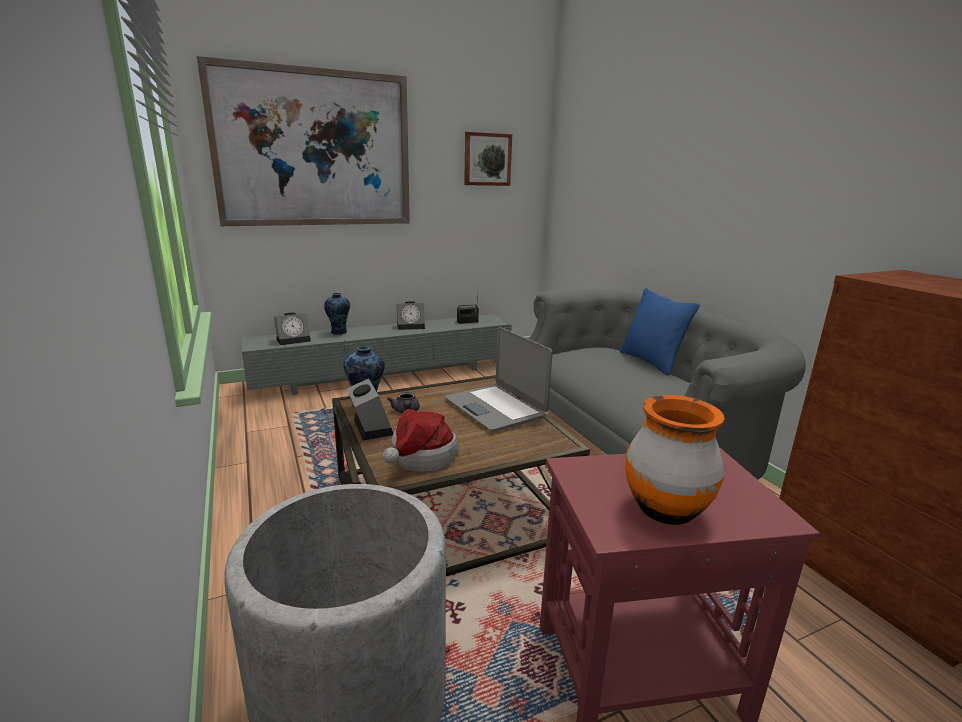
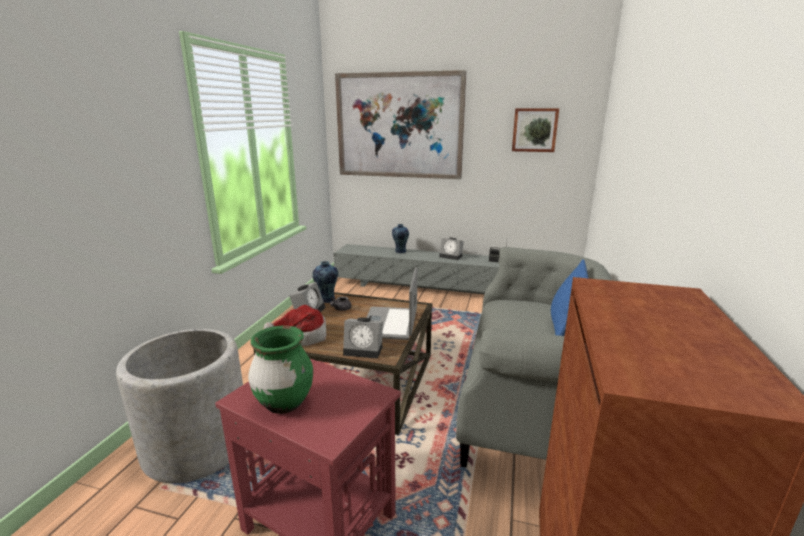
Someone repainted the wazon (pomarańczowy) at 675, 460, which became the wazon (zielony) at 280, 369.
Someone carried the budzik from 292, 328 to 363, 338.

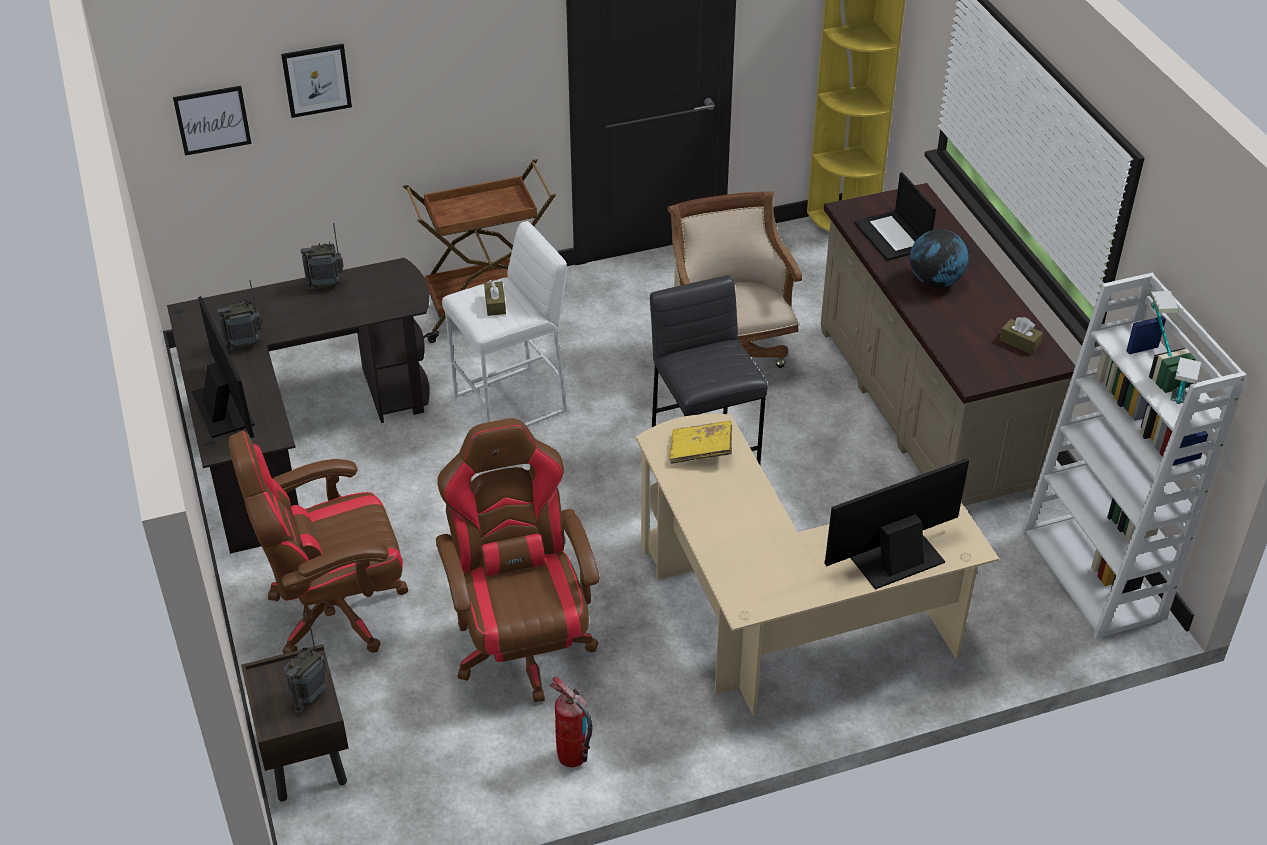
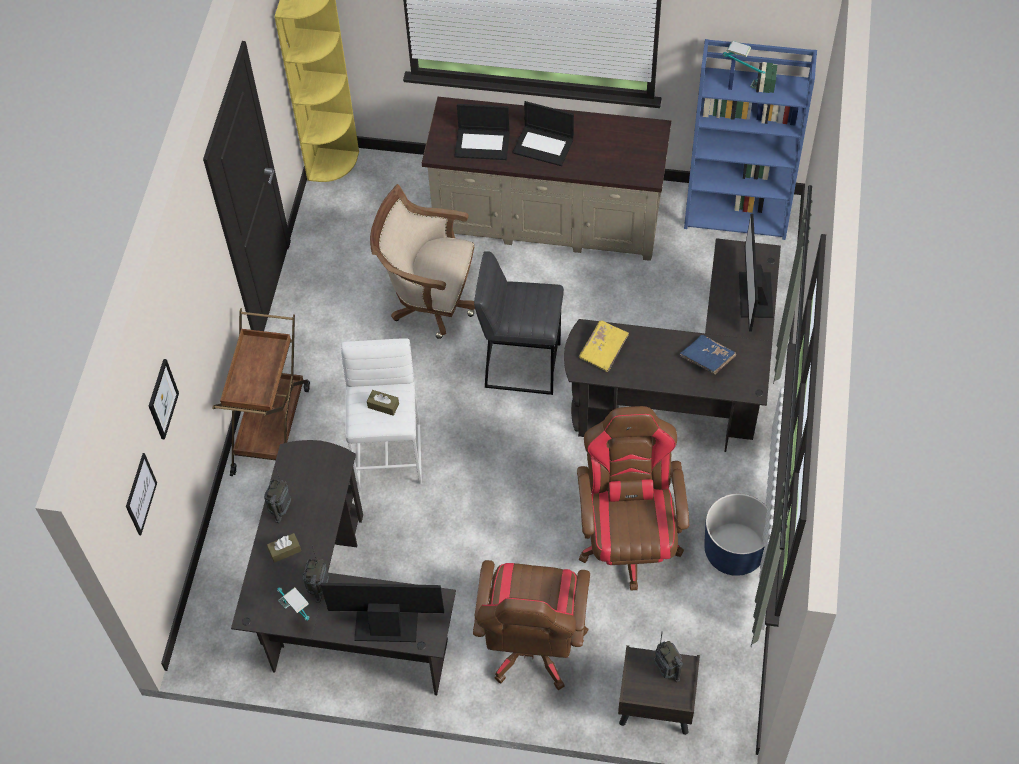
Someone carried the pudełko chusteczek (brązowy) from 1021, 335 to 284, 548.
Someone carried the lampa stołowa from 1185, 380 to 293, 604.
Someone swapped the globus at 939, 258 for the laptop at 543, 133.
Someone repainted the biurko (beżowy) at 817, 565, which became the biurko (czarny) at 672, 345.
Someone rotated the krzesło biurowe (brązowy) at 518, 560 by 75 degrees clockwise.
Someone put down the książka (niebieski) at 708, 355.
Someone repainted the regał (biały) at 1133, 456, which became the regał (niebieski) at 750, 139.
Someone swapped the gaśnica at 571, 722 for the donica (niebieski) at 736, 535.

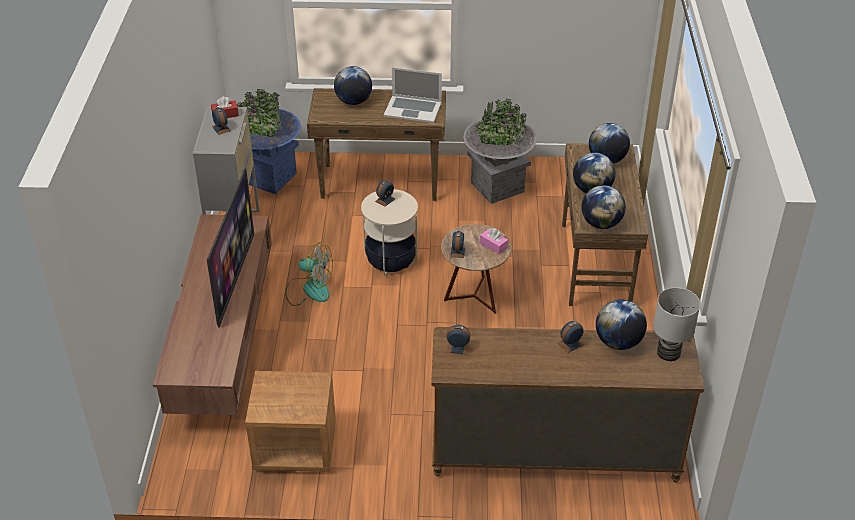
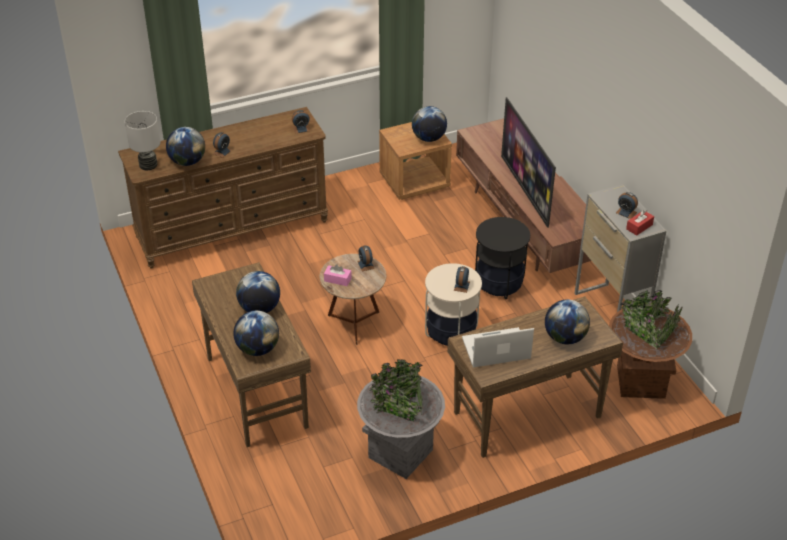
Someone carried the globus from 603, 207 to 429, 124.
Someone swapped the wentylator at 309, 274 for the stolik (czarny) at 502, 258.
Someone repainted the donica (niebieski) at 269, 141, which became the donica (brązowy) at 650, 344.

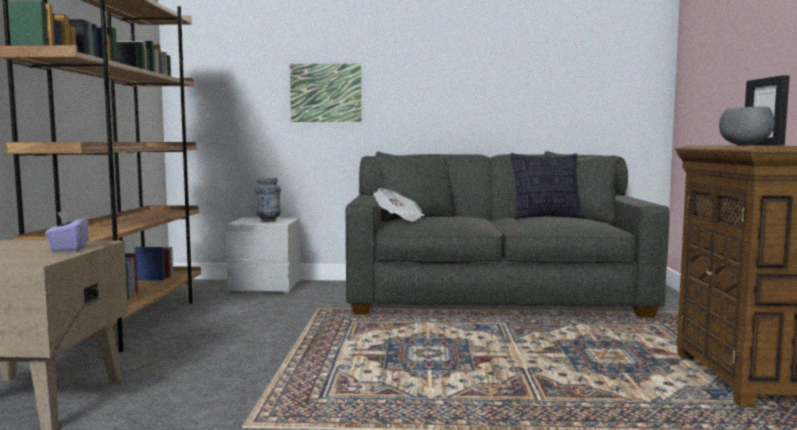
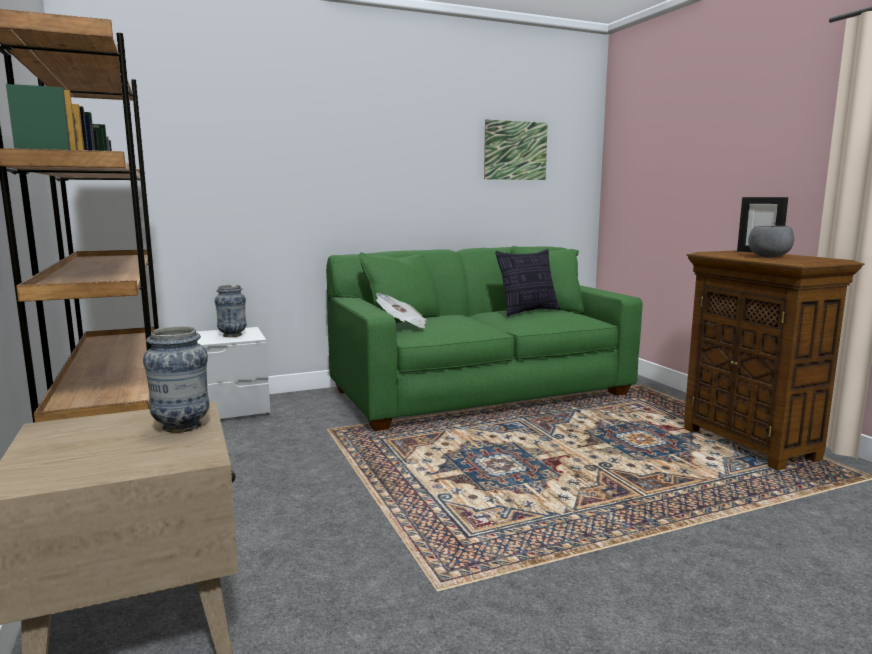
Someone swapped the pudełko chusteczek (fioletowy) at 66, 231 for the wazon at 176, 379.
Someone repainted the kanapa (szary) at 507, 234, which became the kanapa (zielony) at 484, 338.
Someone carried the obraz from 325, 92 to 516, 149.

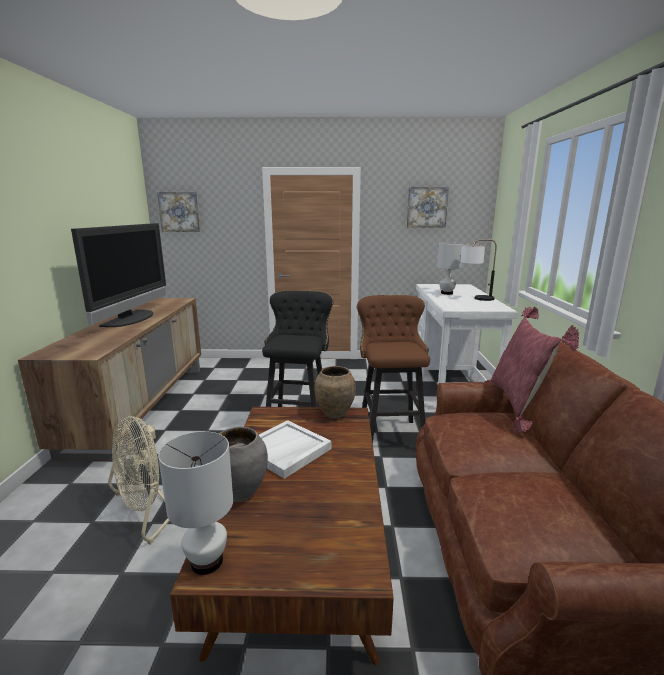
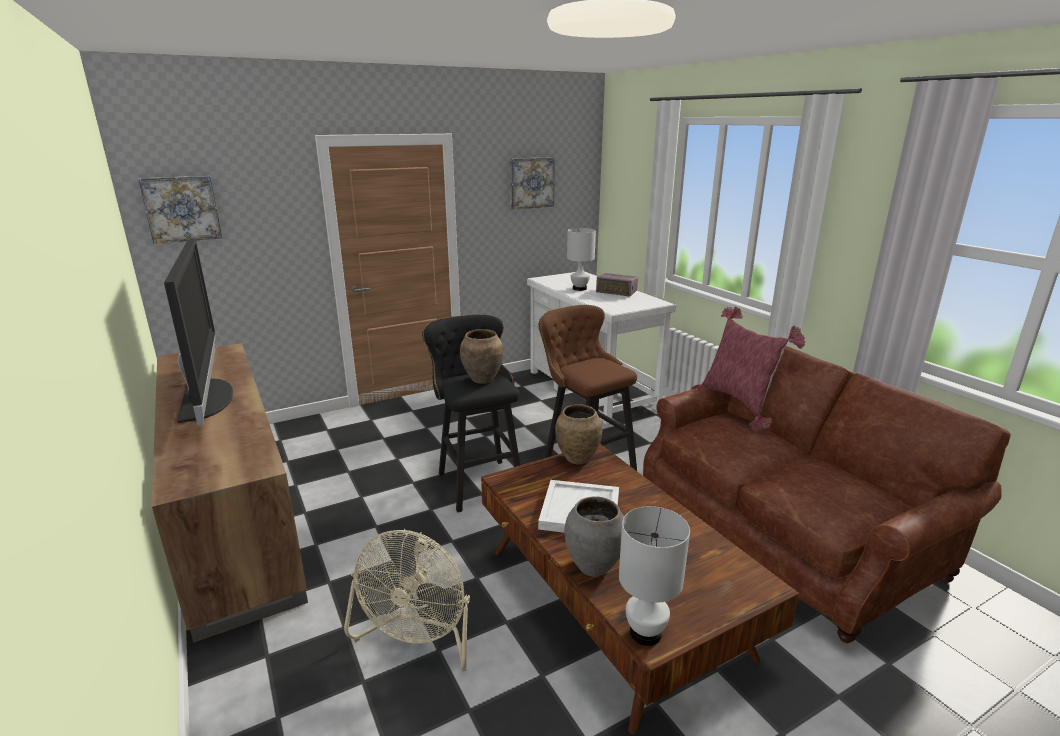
Someone put down the wazon (brązowy) at 481, 356.
Someone swapped the lampa stołowa at 478, 270 for the radio at 617, 284.

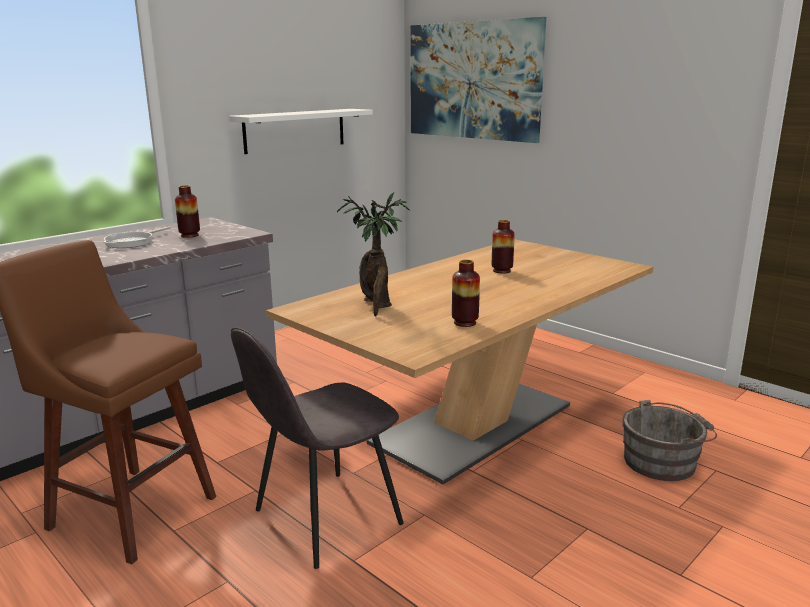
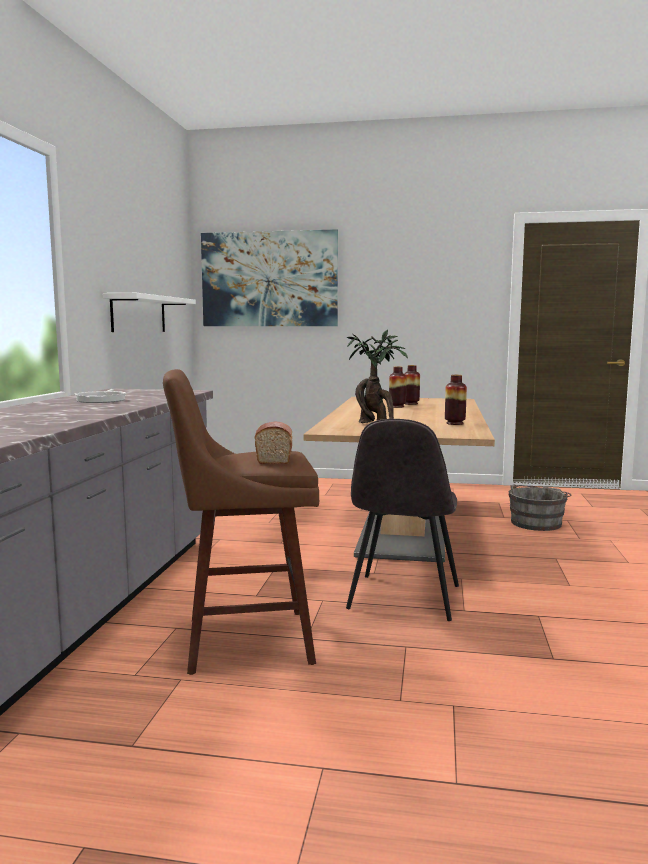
Someone put down the chleb at 273, 443.
Someone carried the wazon from 187, 211 to 412, 385.

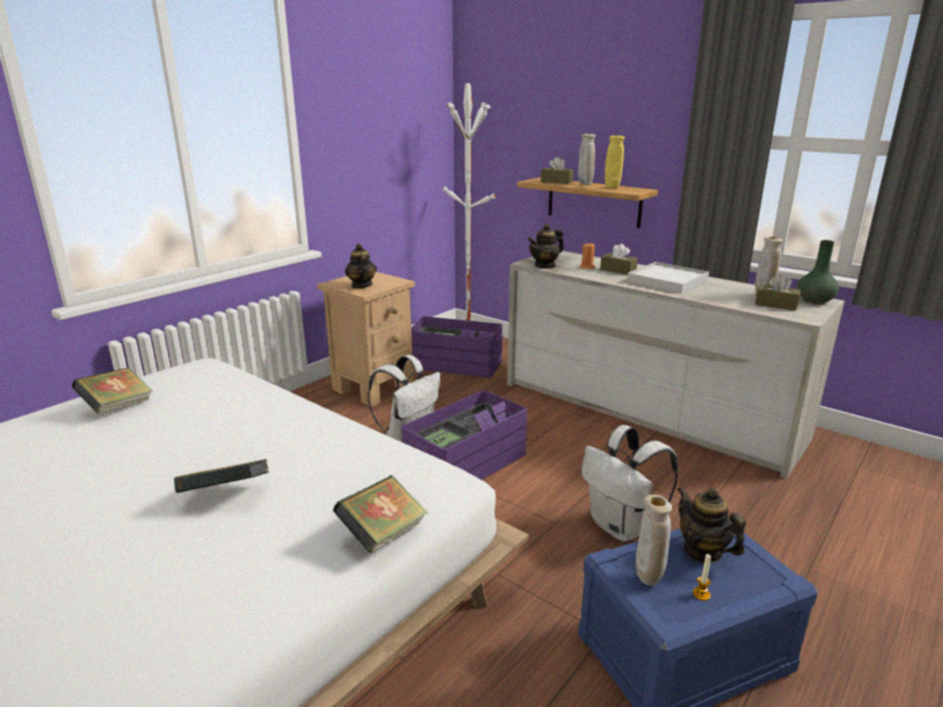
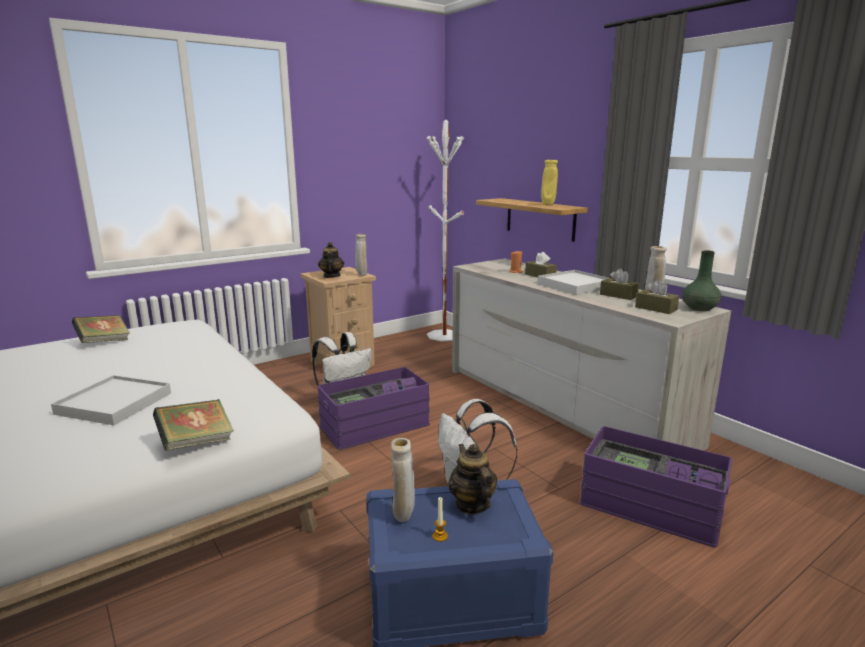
Someone swapped the książka at 221, 476 for the taca (biały) at 111, 400.
Someone carried the wazon (beżowy) from 587, 159 to 361, 255.
Someone carried the pojemnik do przechowywania (fioletowy) from 457, 347 to 655, 486.
Someone carried the pudełko chusteczek (brązowy) from 557, 170 to 619, 284.
Someone took away the imbryk at 546, 246.

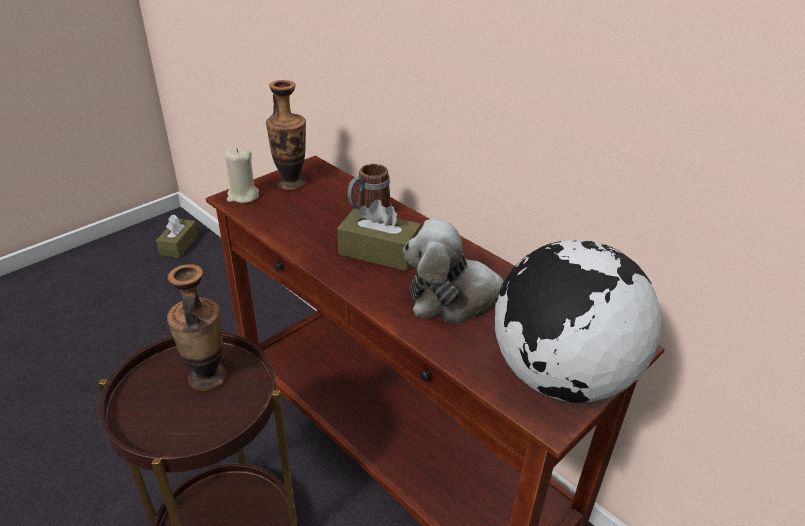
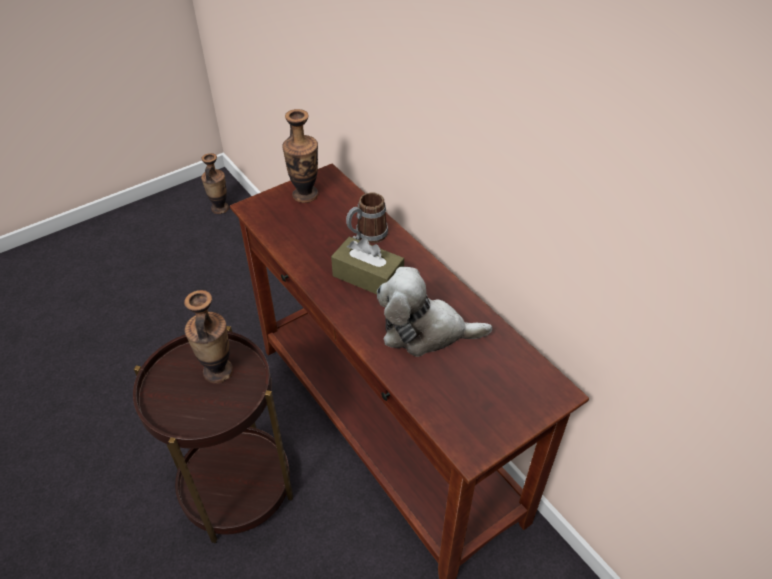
Someone swapped the pudełko chusteczek (brązowy) at 177, 236 for the wazon at 215, 183.
Someone took away the świeca (beżowy) at 242, 175.
Someone took away the globus at 578, 321.

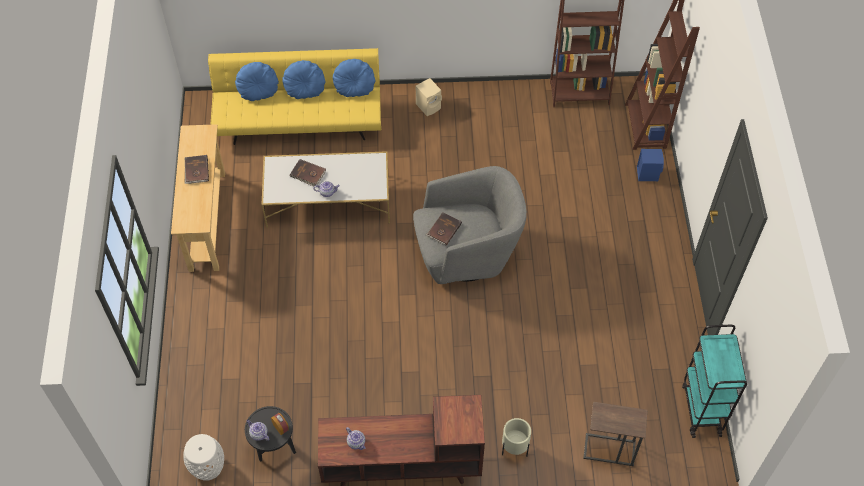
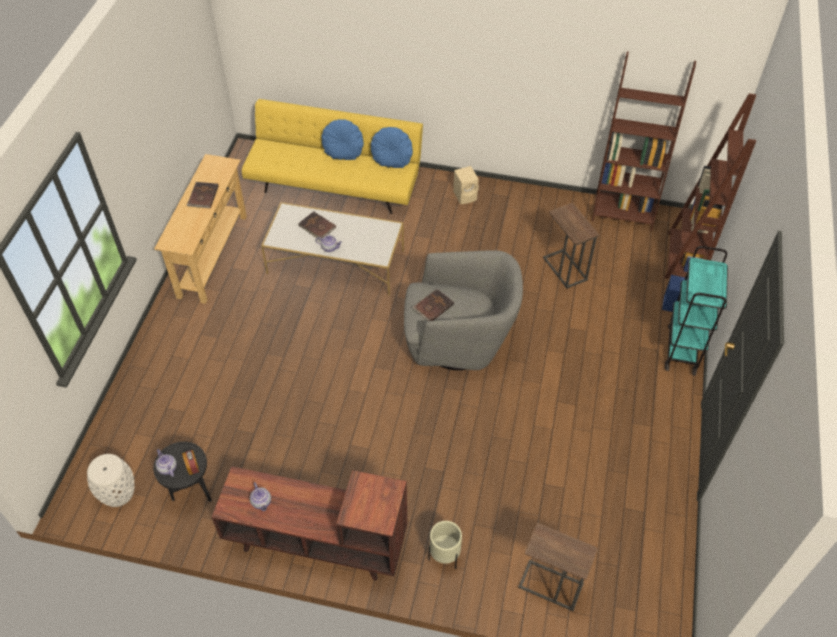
Someone put down the stolik (brązowy) at 571, 246.
Someone carried the wózek (turkusowy) from 714, 381 to 696, 311.
Someone took away the poduszka (niebieski) at 257, 81.

